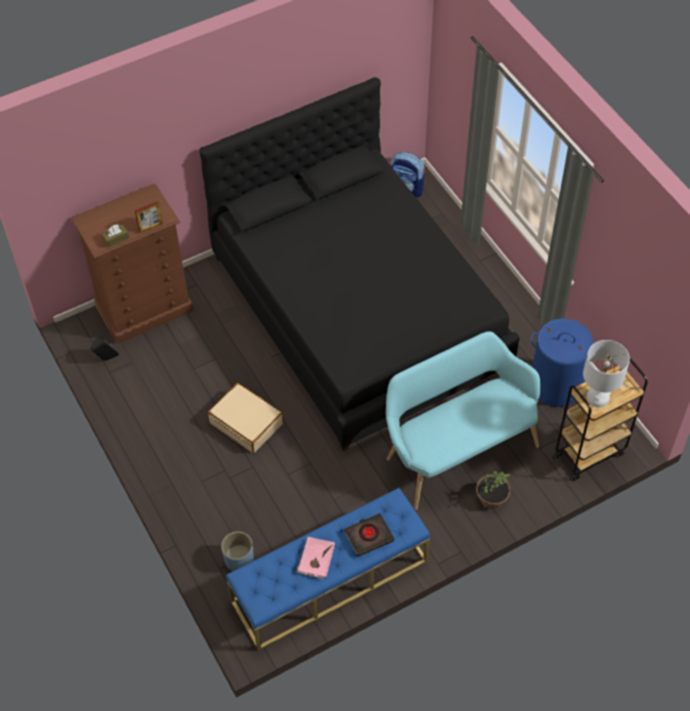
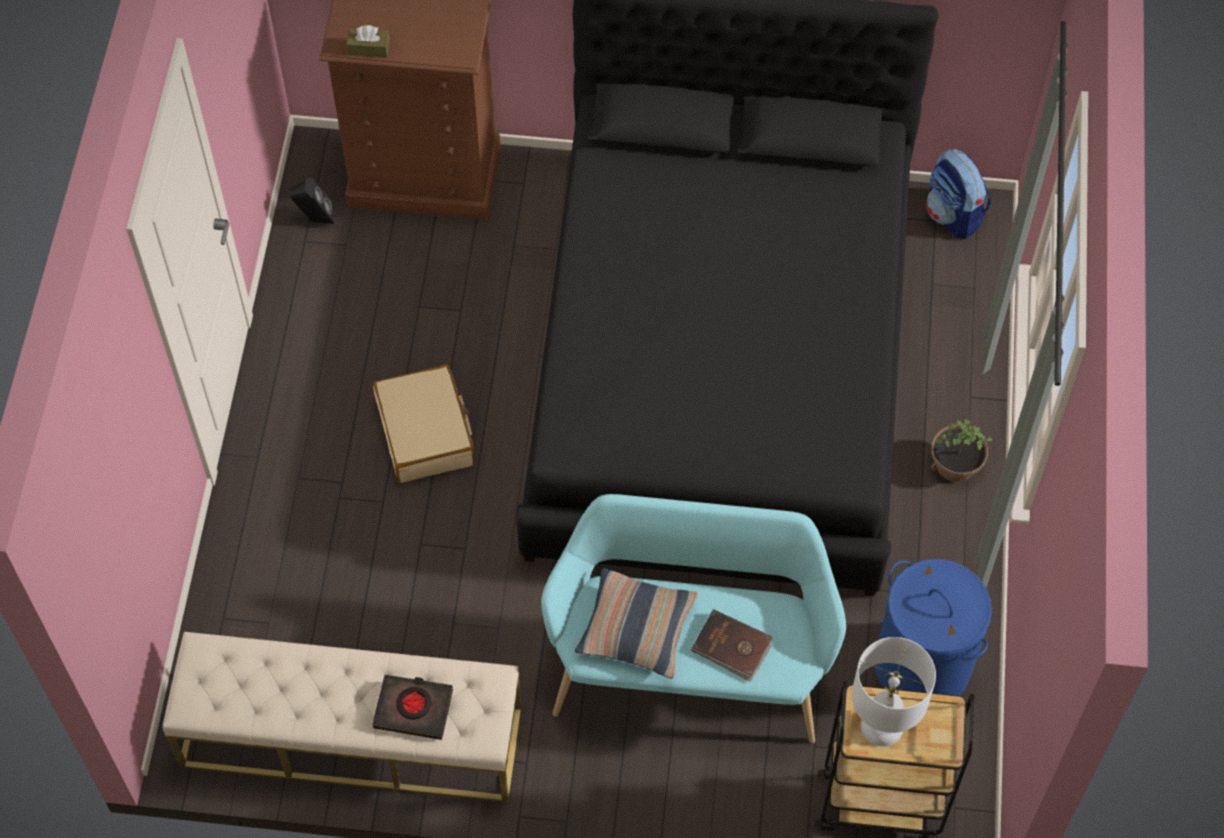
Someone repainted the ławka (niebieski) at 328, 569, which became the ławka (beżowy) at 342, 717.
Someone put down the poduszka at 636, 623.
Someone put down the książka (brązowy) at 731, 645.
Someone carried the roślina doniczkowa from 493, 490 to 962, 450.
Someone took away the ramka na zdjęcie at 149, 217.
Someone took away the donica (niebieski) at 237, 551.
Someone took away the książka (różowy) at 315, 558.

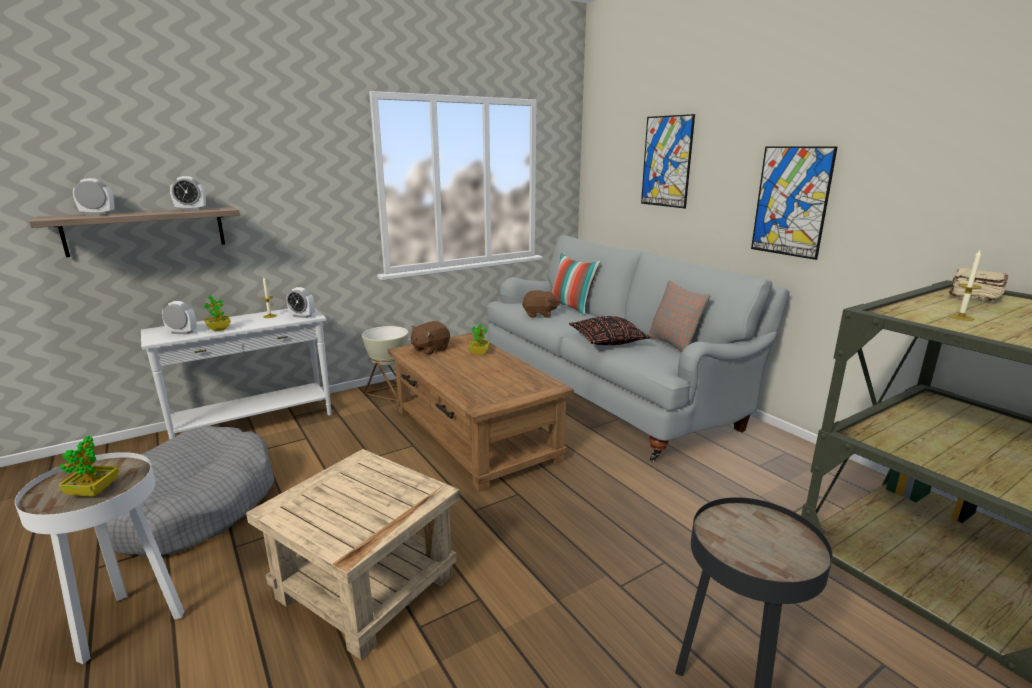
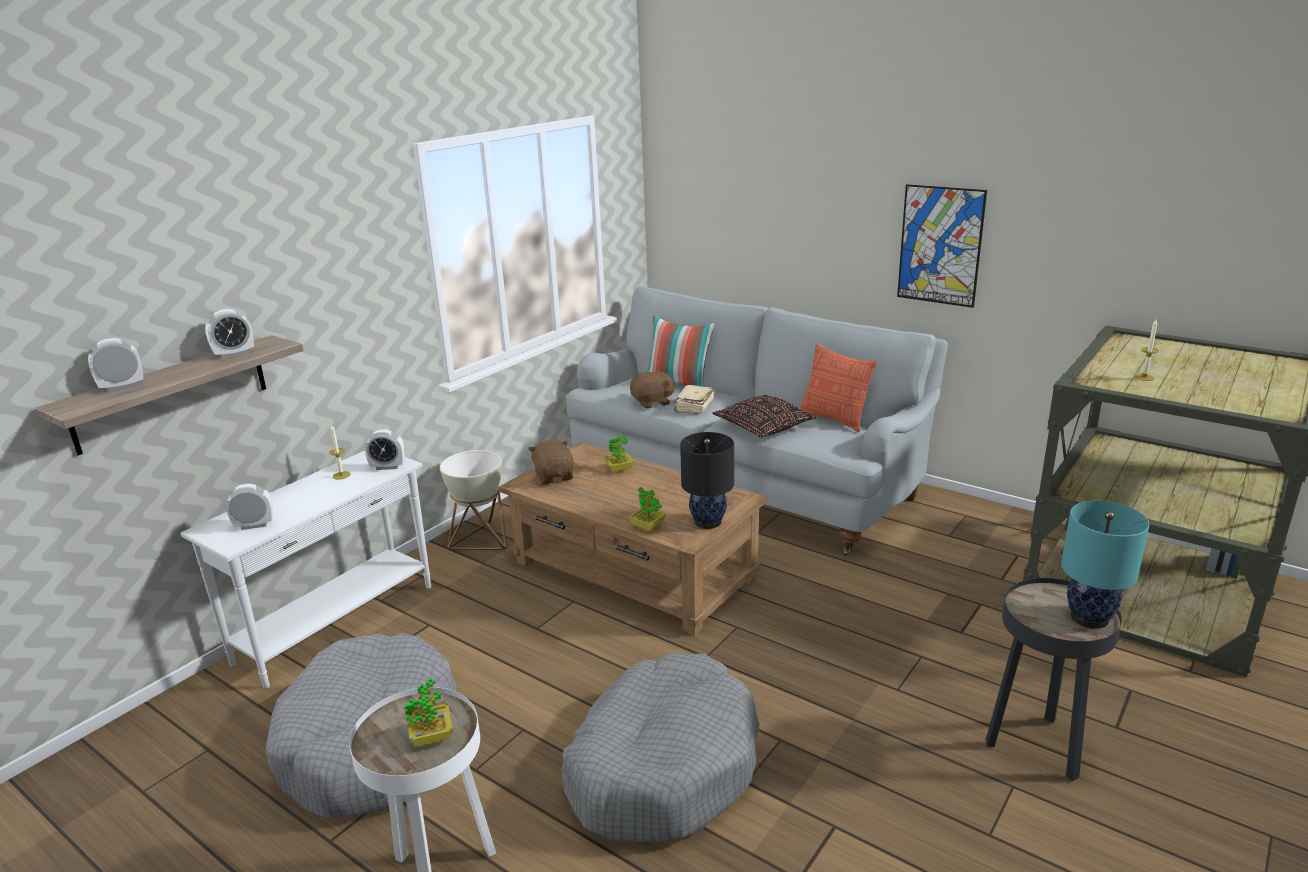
Someone rotated the pluszak (brązowy) at 430, 338 by 135 degrees clockwise.
Someone swapped the stolik (beżowy) at 353, 554 for the legowisko (szary) at 660, 747.
Someone carried the roślina doniczkowa from 217, 313 to 647, 509.
Someone carried the książka (beżowy) from 978, 284 to 694, 400.
Someone put down the lampa stołowa (czarny) at 707, 480.
Someone repainted the poduszka (szary) at 679, 316, which became the poduszka (pomarańczowy) at 838, 388.
Someone put down the lampa stołowa (turkusowy) at 1105, 565.
Someone took away the obraz at 668, 161.

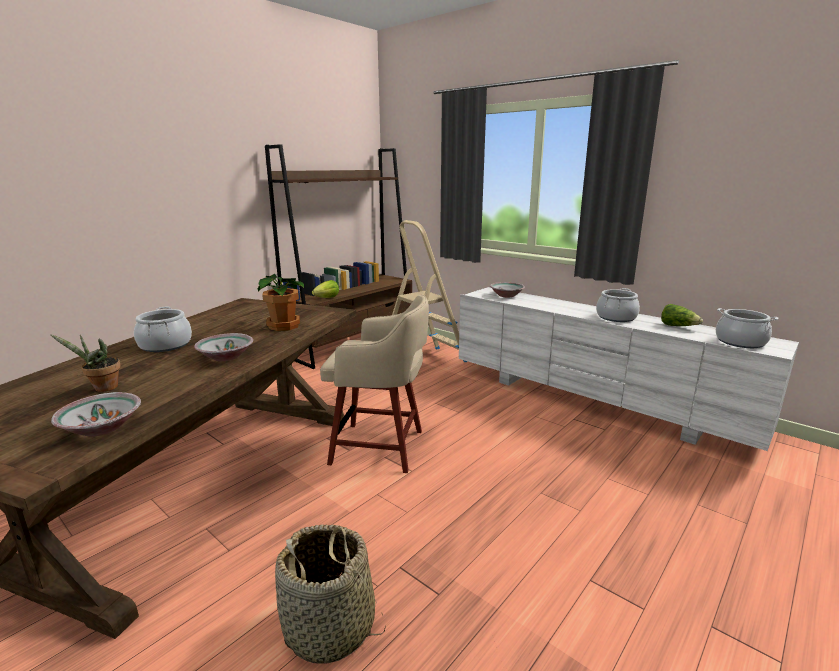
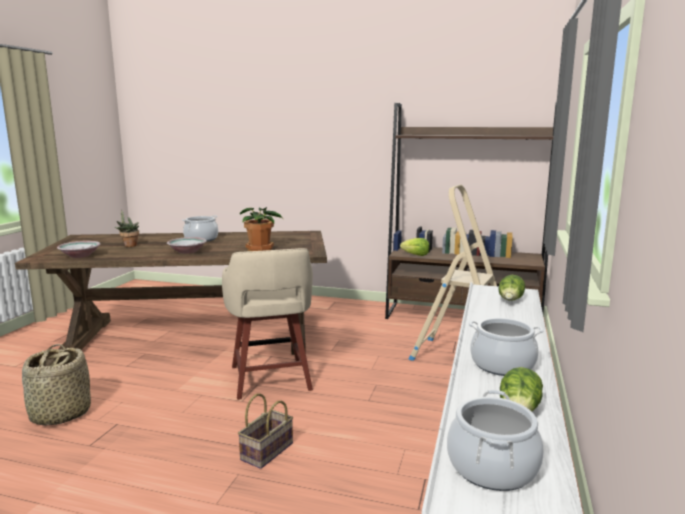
Someone put down the koszyk at 265, 431.
Someone swapped the miska at 507, 289 for the sałata at 511, 288.

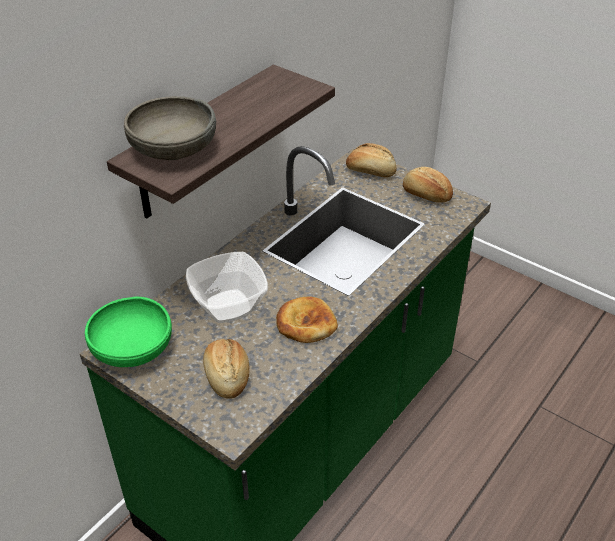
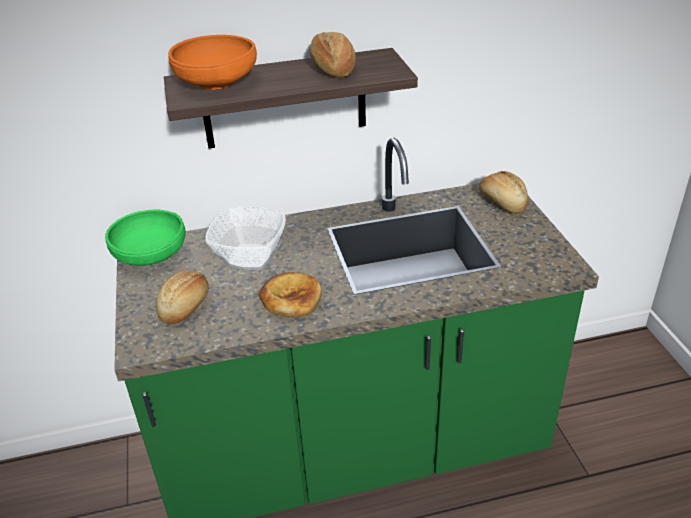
Someone repainted the miska (szary) at 170, 128, which became the miska (pomarańczowy) at 212, 62.
Someone carried the chleb from 428, 185 to 332, 54.

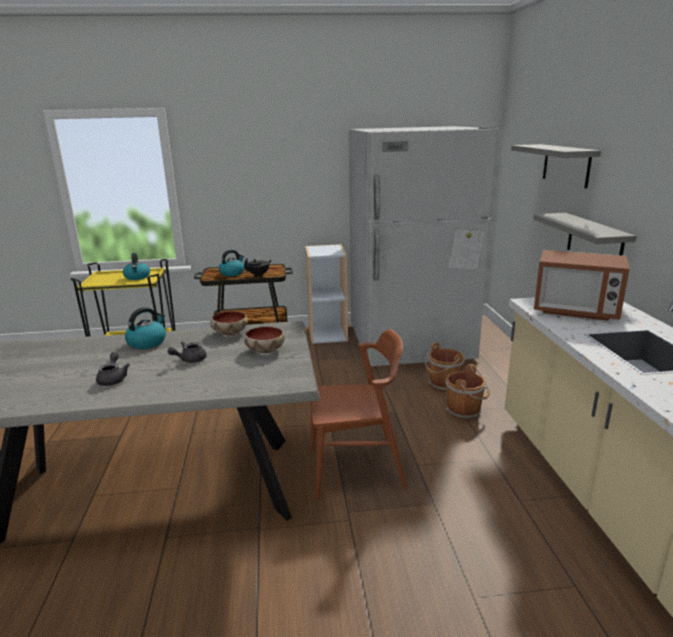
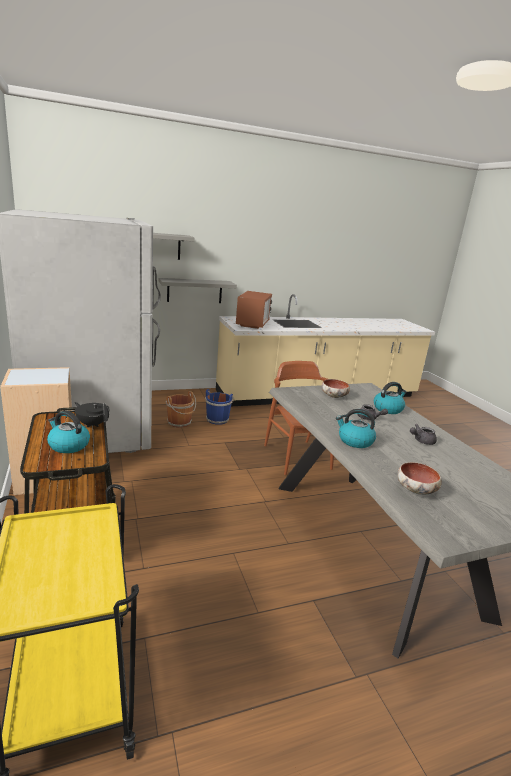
Someone repainted the wiadro (brązowy) at 468, 392, which became the wiadro (niebieski) at 219, 407.
Someone carried the czajnik from 136, 266 to 390, 398.
Someone carried the miska from 229, 323 to 419, 478.

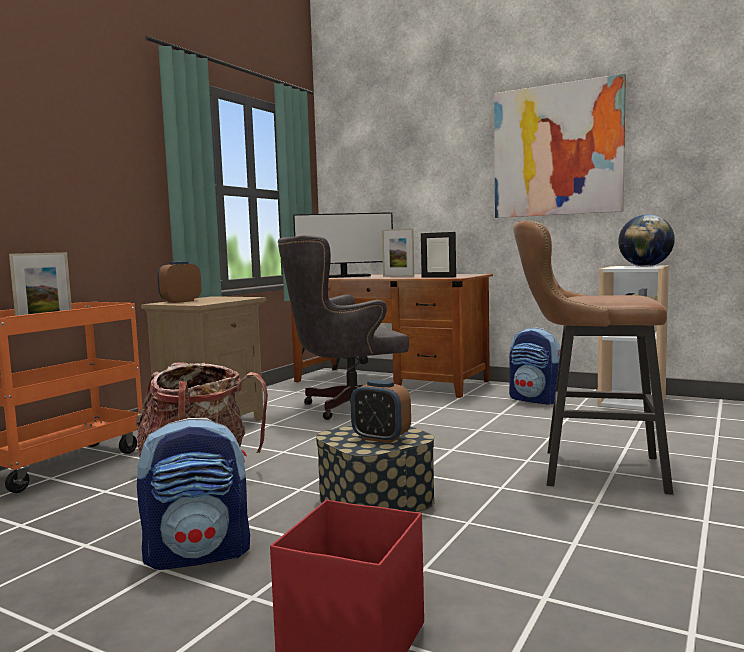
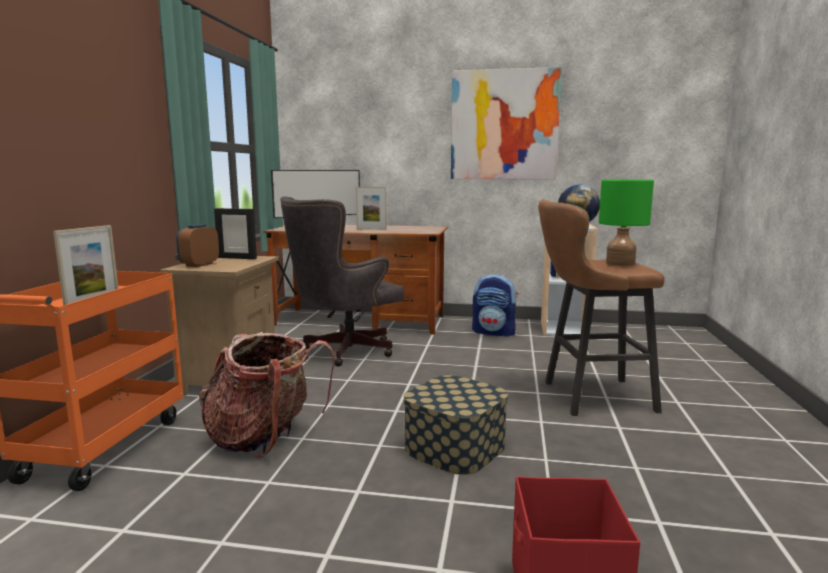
Someone carried the ramka na zdjęcie from 438, 254 to 235, 233.
Someone put down the lampa stołowa (zielony) at 626, 222.
Someone took away the plecak at 193, 494.
Someone took away the budzik at 381, 411.

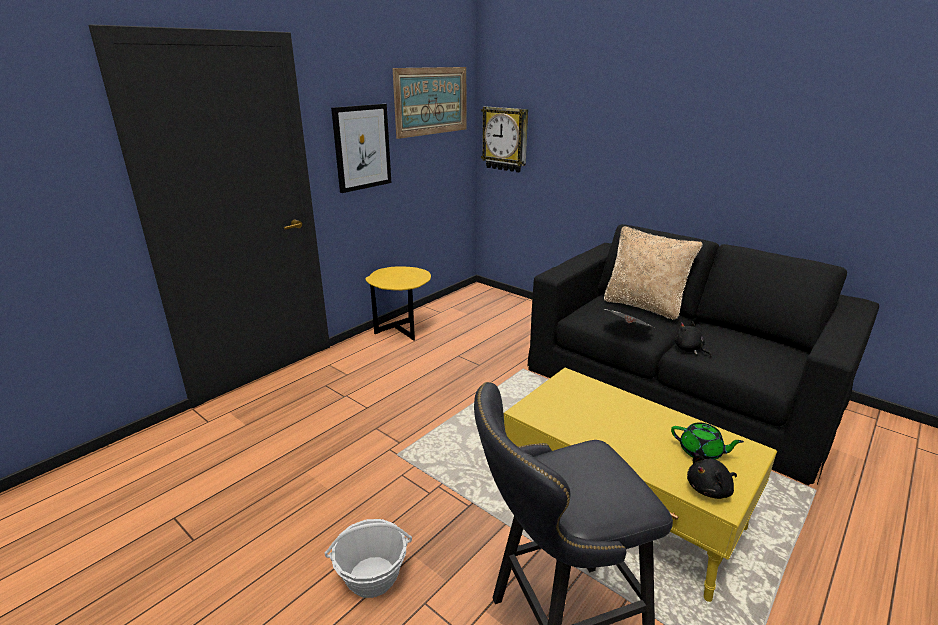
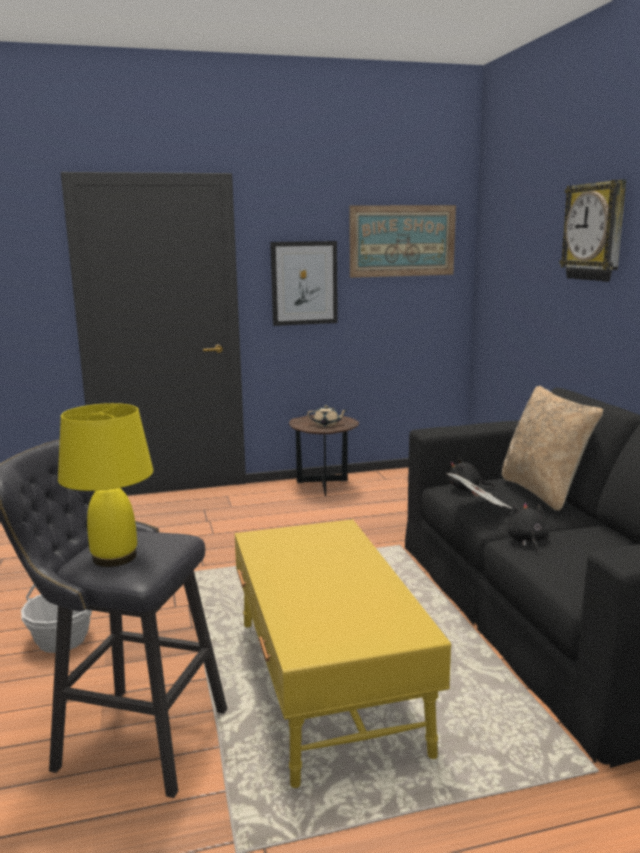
Someone put down the lampa stołowa (żółty) at 105, 485.
Someone repainted the stolik (żółty) at 398, 303, which became the stolik (brązowy) at 324, 455.
Someone put down the imbryk (beżowy) at 327, 416.
Someone carried the pluszak (czarny) from 712, 476 to 471, 474.
Someone carried the zegar ścienny from 504, 139 to 592, 230.
Someone took away the imbryk (zielony) at 707, 441.

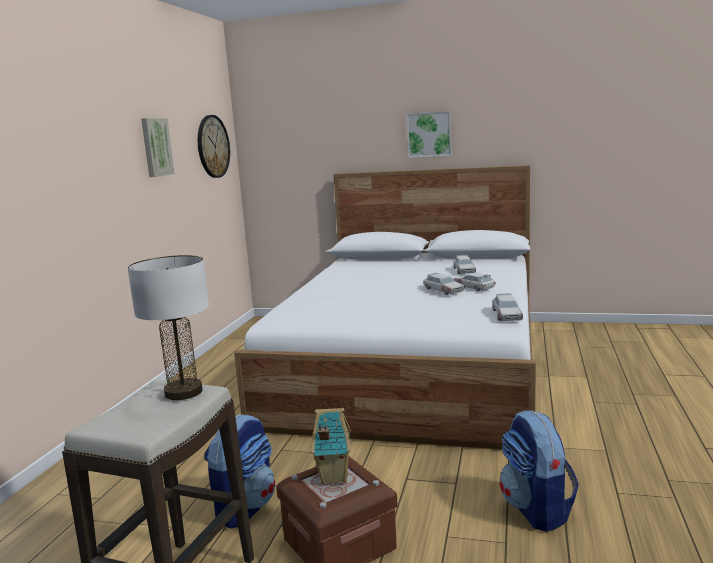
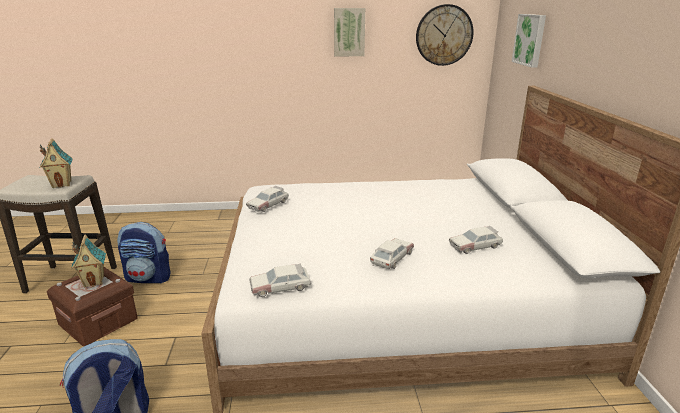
Someone swapped the lampa stołowa at 168, 327 for the domek at 56, 163.
Someone carried the samochodzik from 444, 284 to 267, 199.
Someone carried the obraz from 429, 134 to 529, 41.

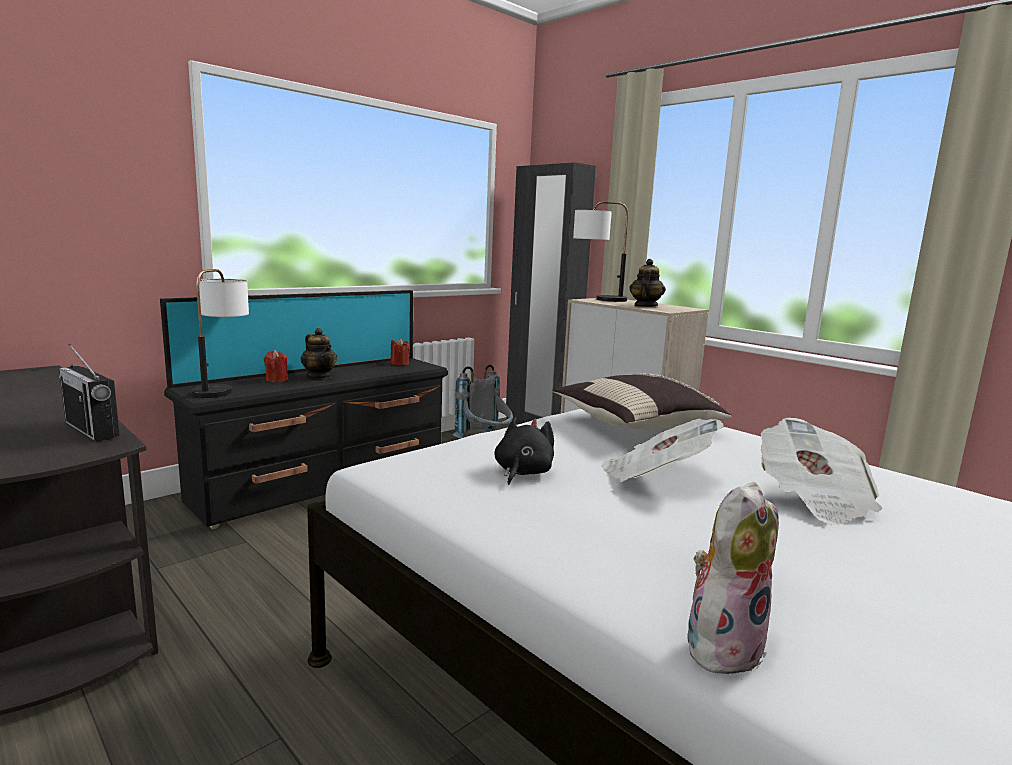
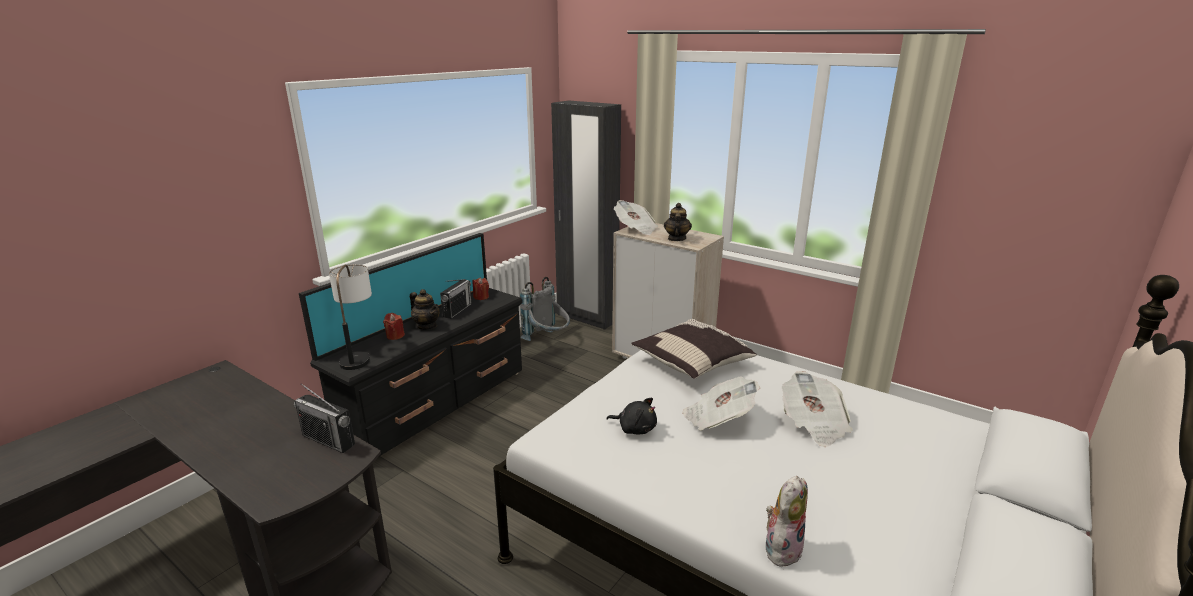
Someone put down the radio at 456, 299.
Someone rotated the pluszak (czarny) at 524, 451 by 105 degrees clockwise.
Someone swapped the lampa stołowa at 600, 251 for the gazeta at 636, 217.

